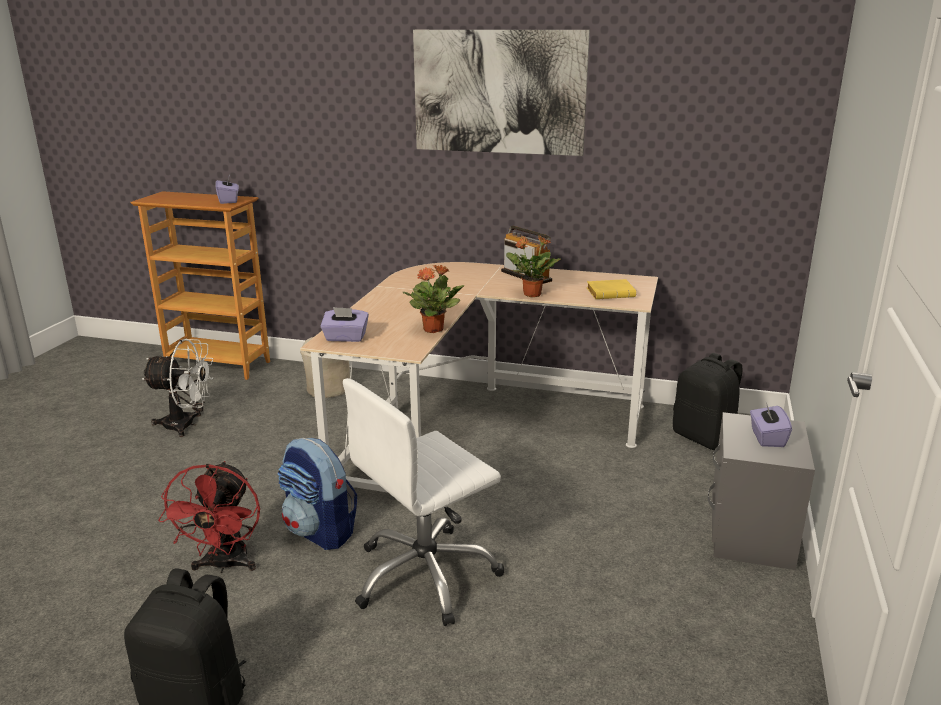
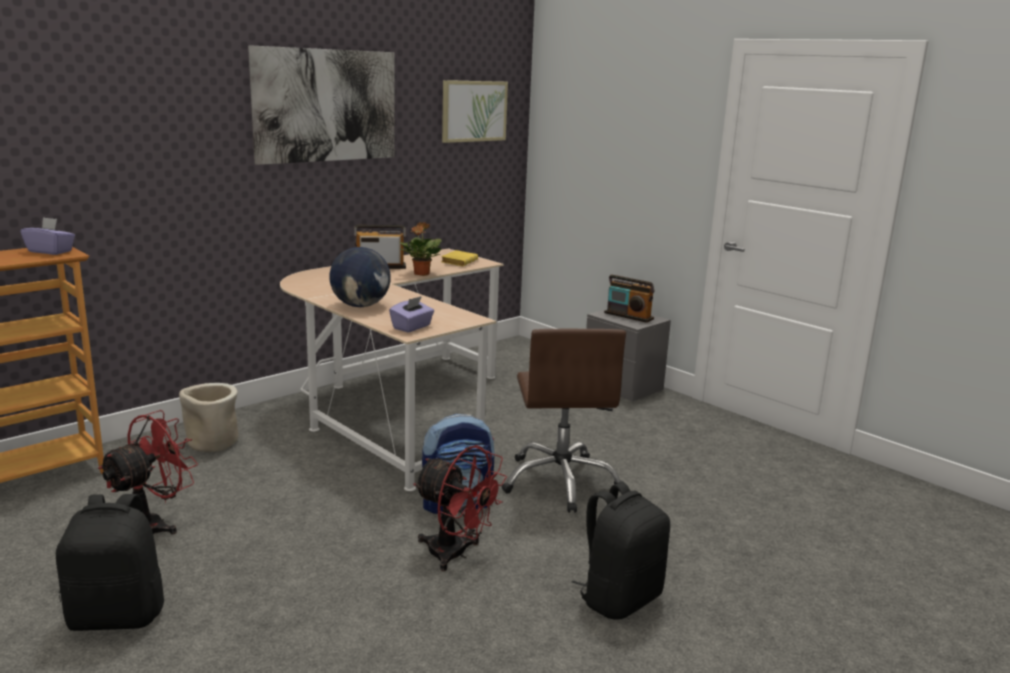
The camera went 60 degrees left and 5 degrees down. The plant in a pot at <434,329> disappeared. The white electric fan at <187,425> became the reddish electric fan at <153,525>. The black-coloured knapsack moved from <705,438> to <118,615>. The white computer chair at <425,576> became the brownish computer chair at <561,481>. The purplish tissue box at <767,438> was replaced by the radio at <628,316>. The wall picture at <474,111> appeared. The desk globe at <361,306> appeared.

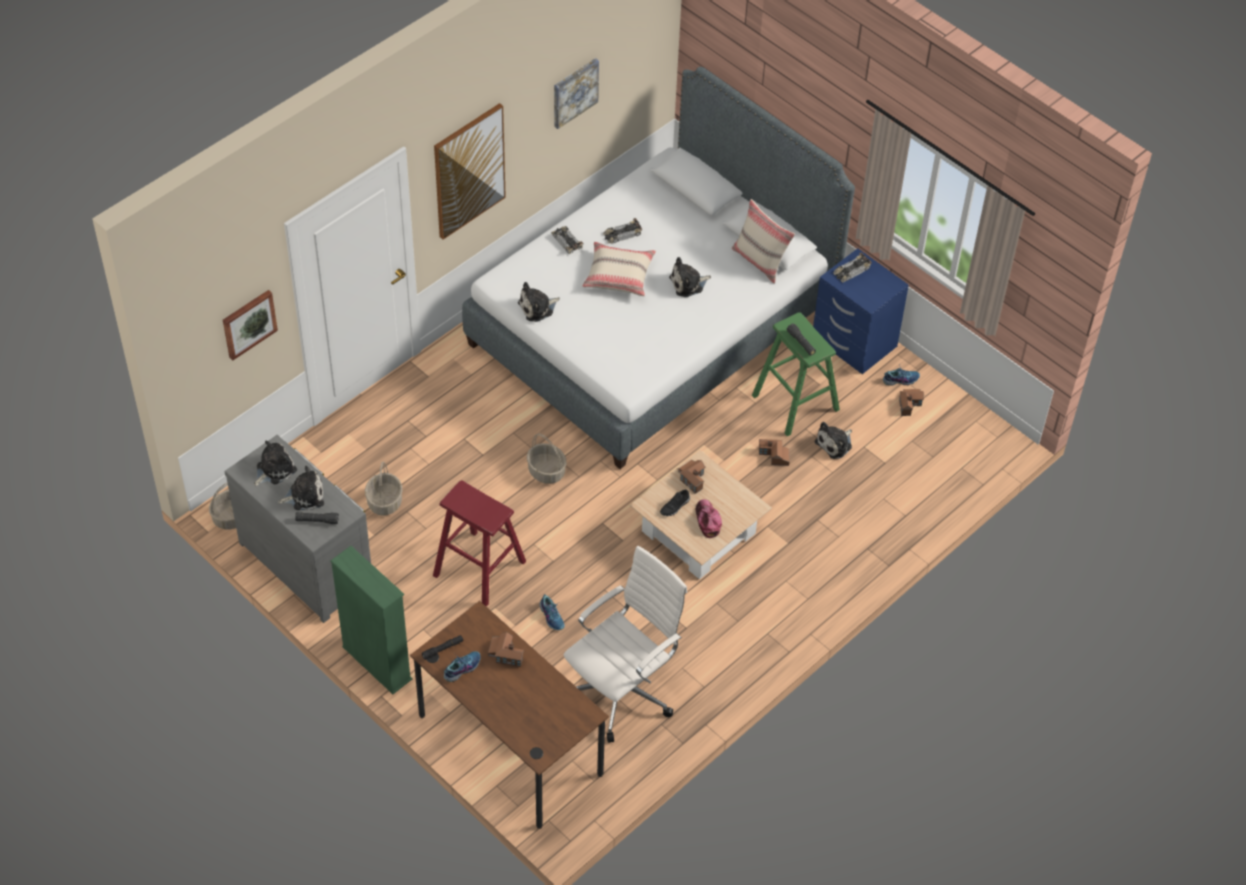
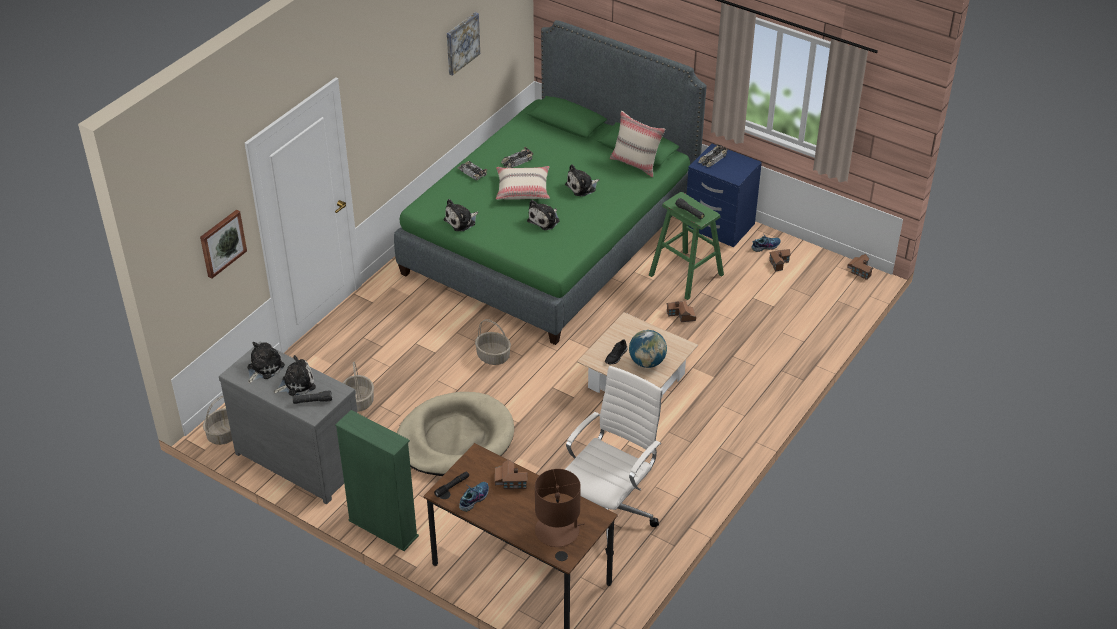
The camera went 10 degrees left and 10 degrees down. The white bed at <652,323> became the green bed at <551,237>. The wall picture at <469,171> disappeared. The plush toy moved from <835,444> to <545,220>. The miniature house moved from <692,478> to <860,270>. The reddish sitting stool at <479,568> was replaced by the beige dog bed at <455,439>. The cap at <707,520> was replaced by the desk globe at <647,362>. The shoe at <552,616> disappeared. The brownish table lamp at <558,530> appeared.

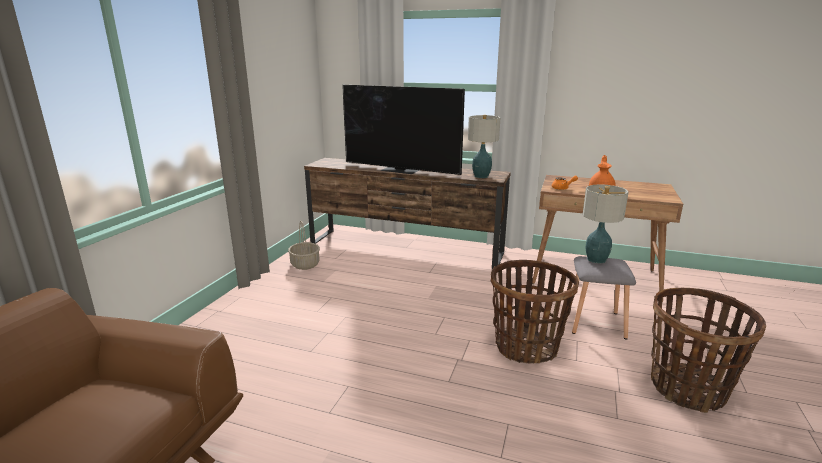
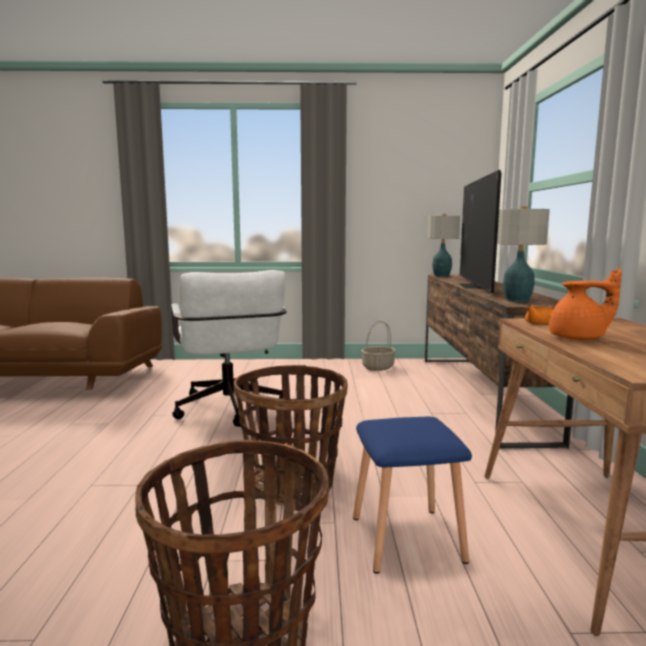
The camera went 70 degrees right and 10 degrees down. The table lamp moved from <596,260> to <441,276>. The grey sitting stool at <594,323> became the blue sitting stool at <405,537>. The white computer chair at <230,411> appeared.

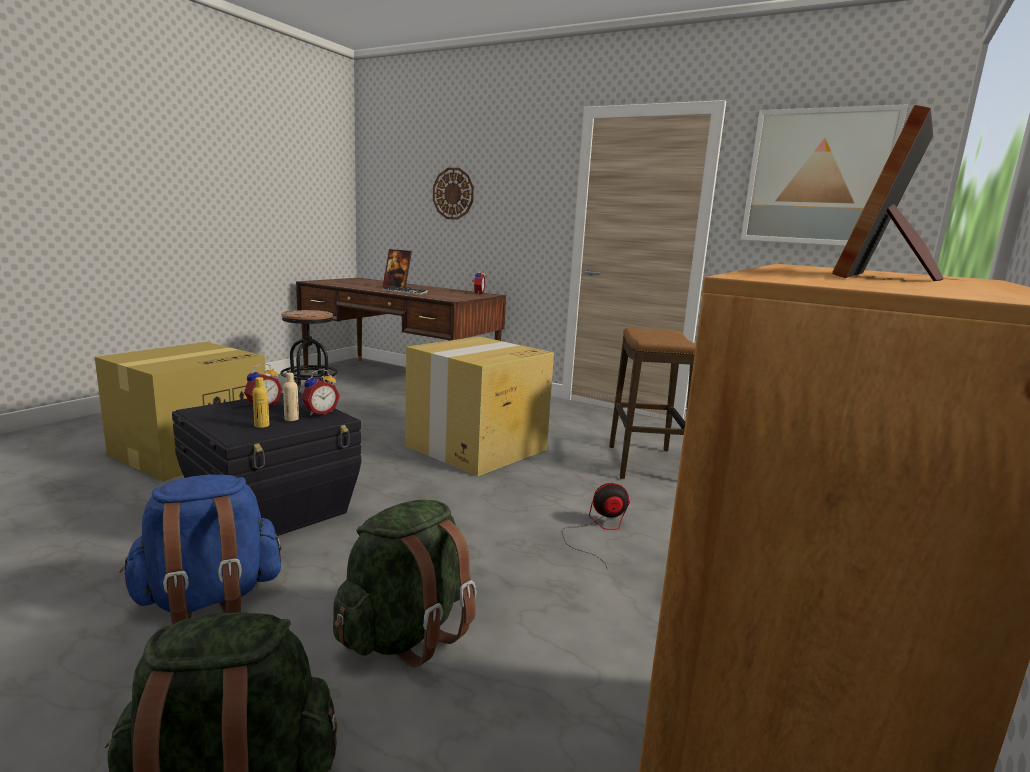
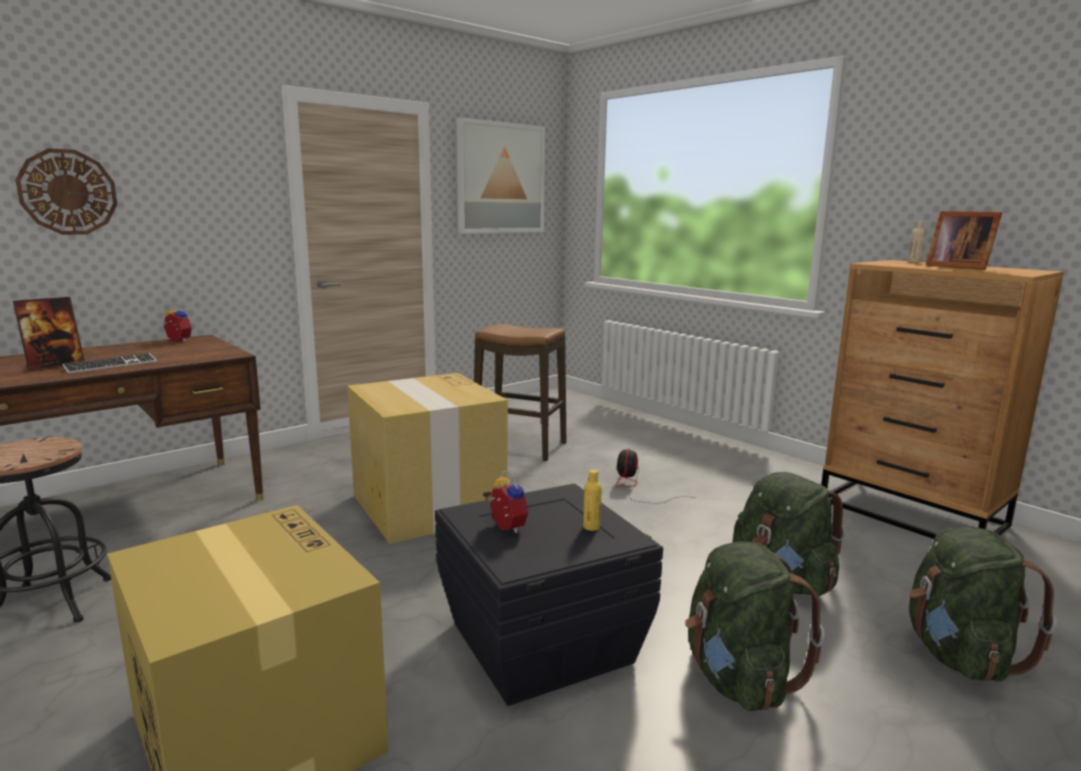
The camera went 70 degrees left and 0 degrees up. The bedside clock at <319,412> disappeared. The beige bottle moved from <291,419> to <914,262>. The blue knapsack at <208,599> became the green knapsack at <738,679>.

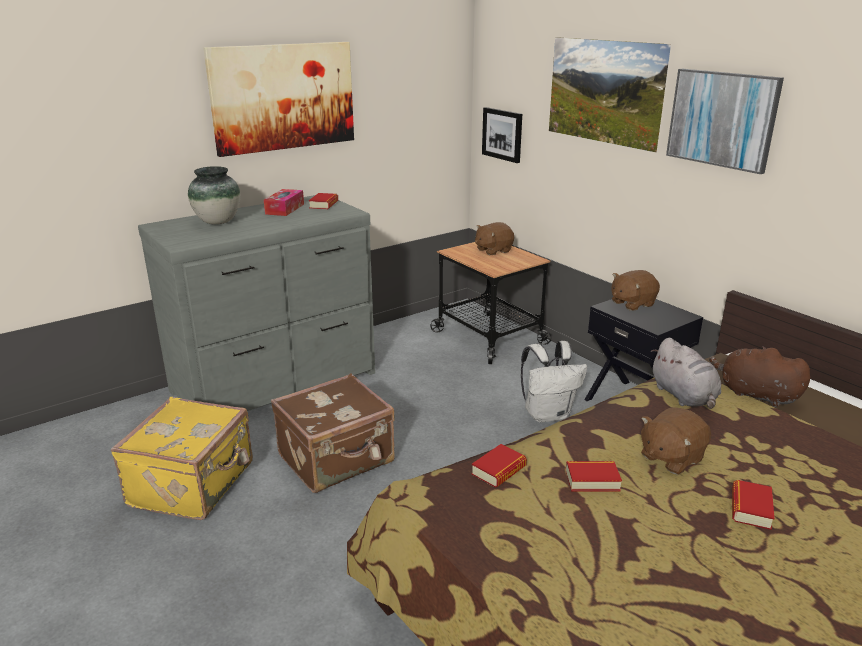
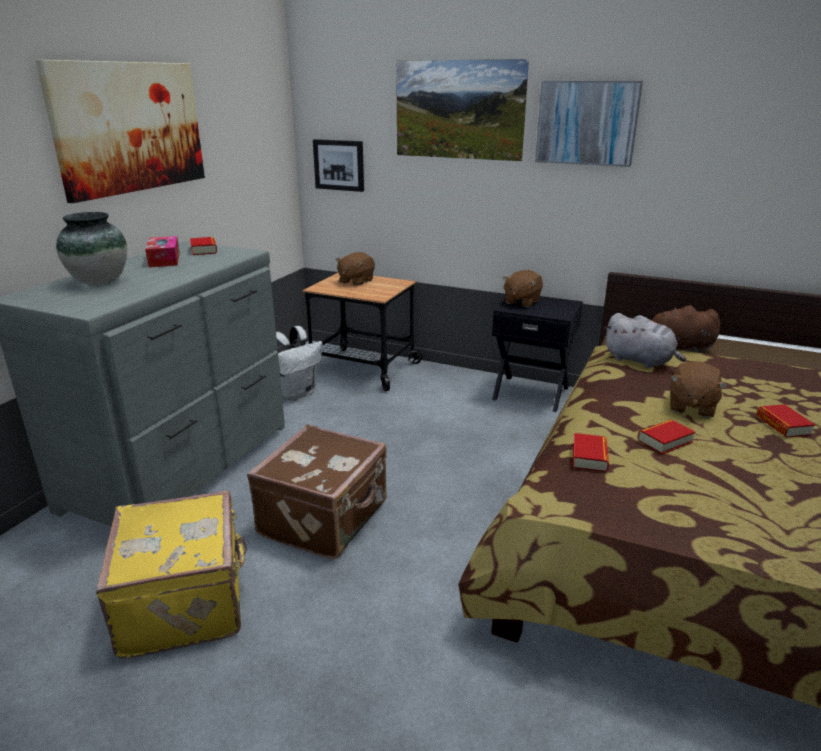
The camera went 30 degrees left and 0 degrees up. The white knapsack moved from <548,414> to <296,393>.

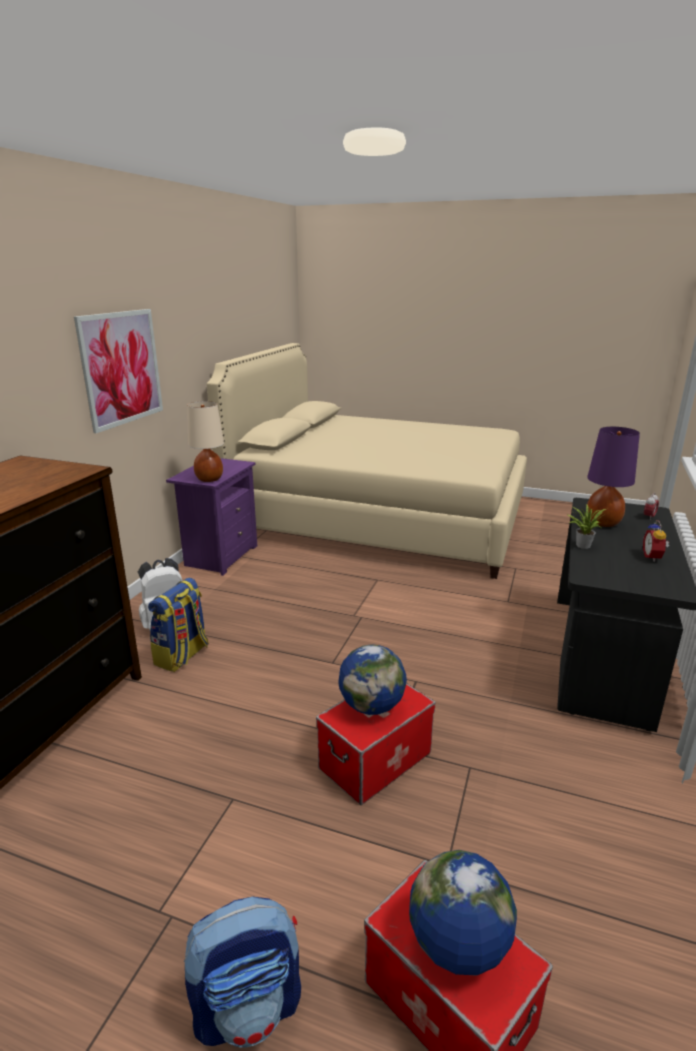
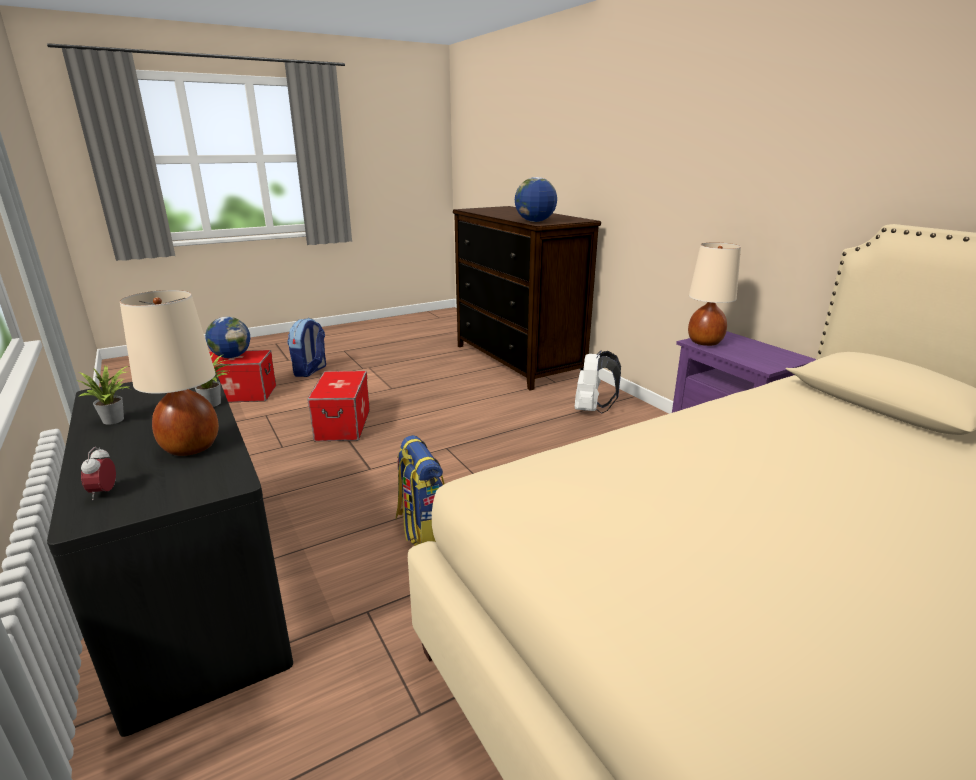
The camera went 130 degrees right and 0 degrees up. The wall picture at <121,368> disappeared. The purplish table lamp at <603,523> became the beige table lamp at <190,447>. The bedside clock at <653,557> was replaced by the plant in a pot at <116,419>. The knapsack moved from <182,656> to <423,529>. The desk globe moved from <371,706> to <535,221>.

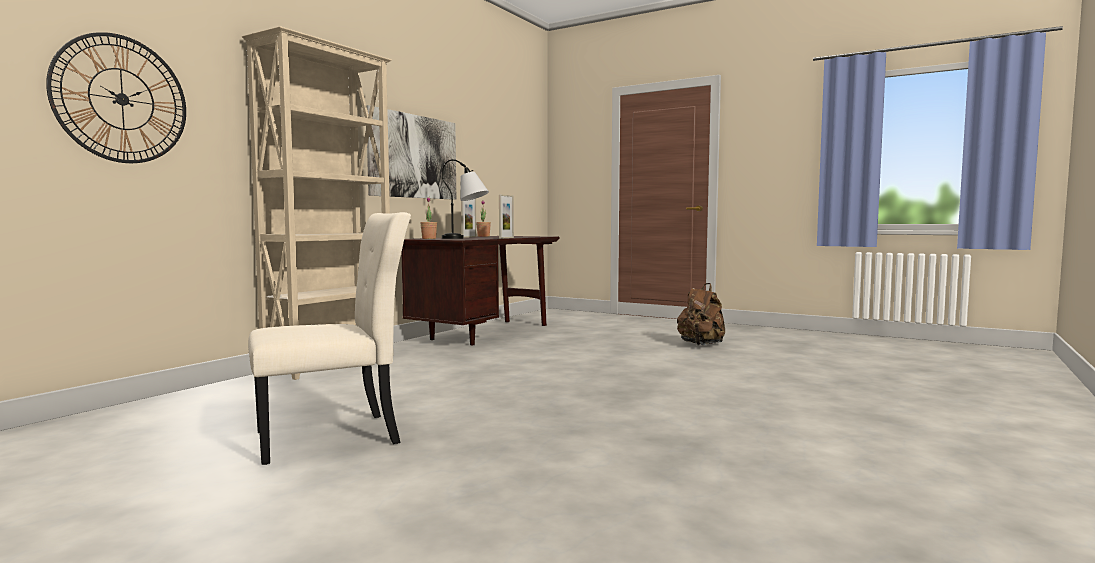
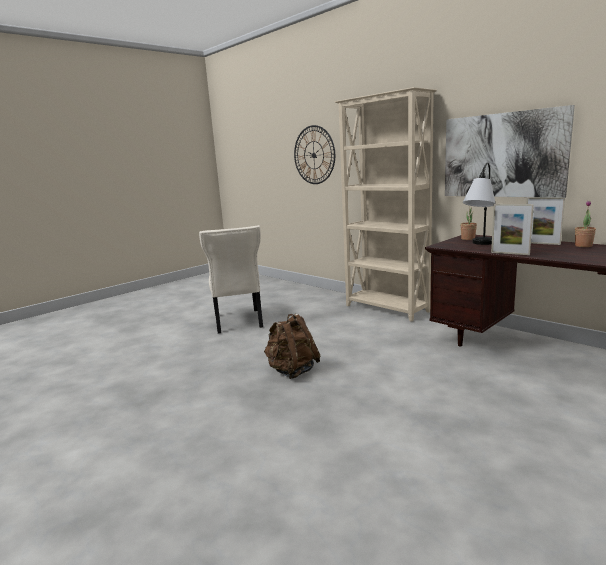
The camera went 105 degrees right and 10 degrees up. The brownish knapsack moved from <701,345> to <292,371>.

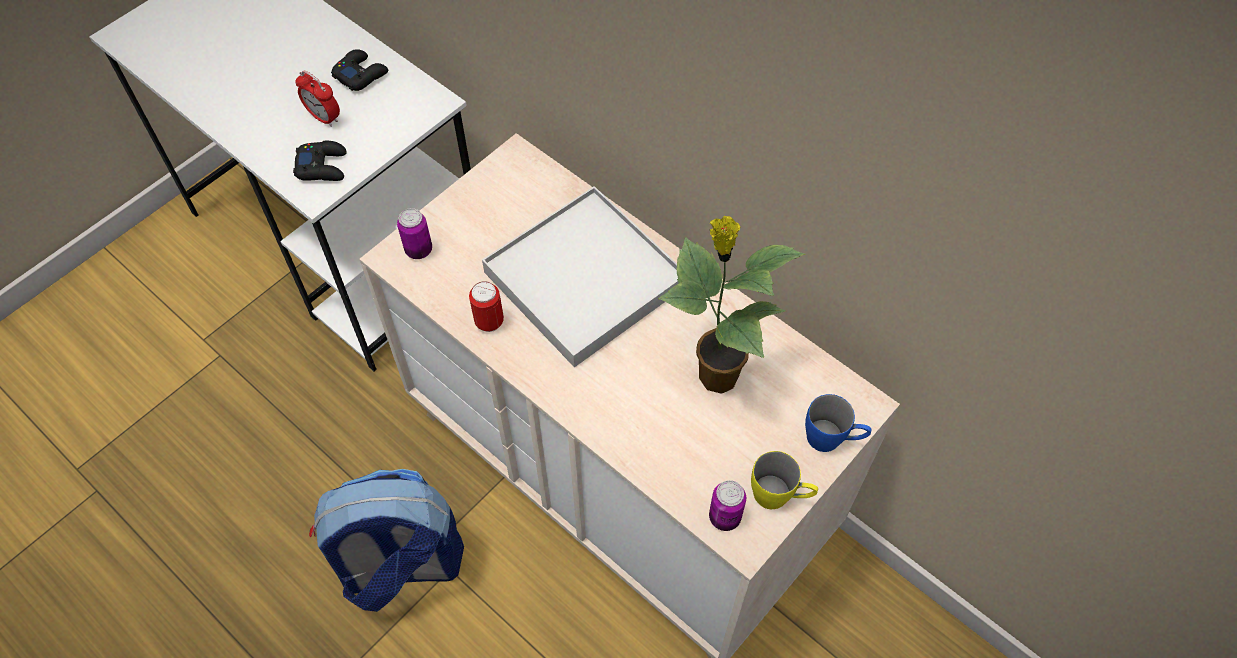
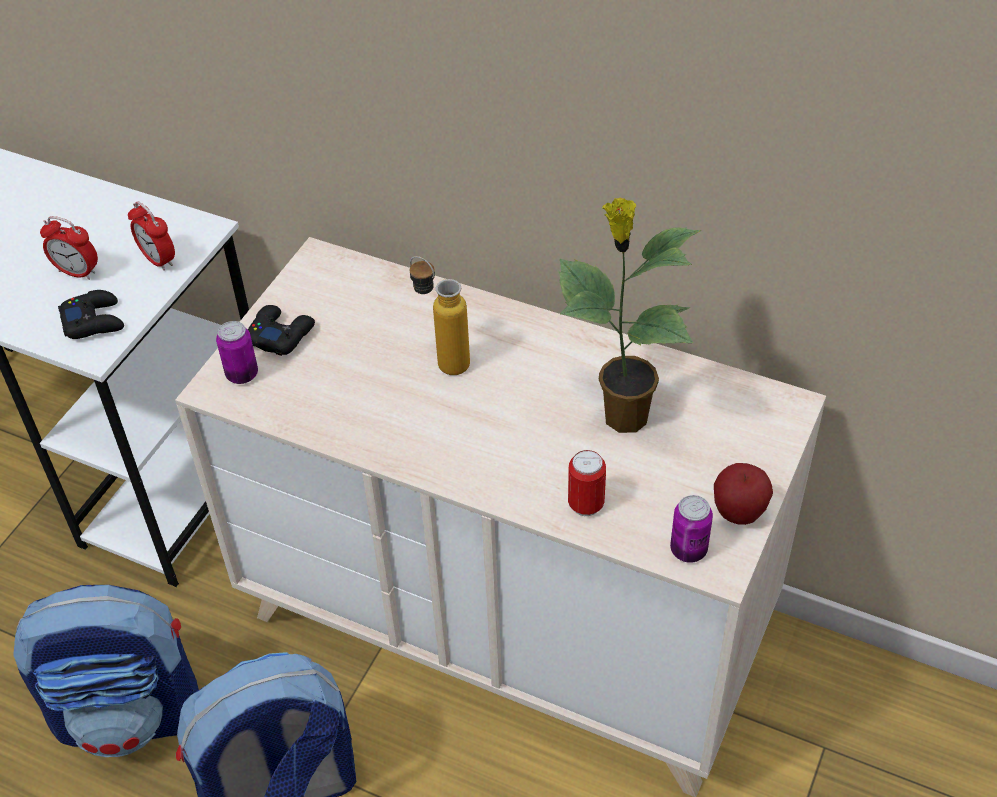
The camera went 15 degrees left and 10 degrees down. The black-coloured game controller moved from <360,74> to <280,335>. The white carrying tray at <584,280> was replaced by the bottle at <442,360>. The metal can moved from <489,322> to <586,504>. The blue mug at <832,439> disappeared. The yellow-coloured mug at <779,496> was replaced by the apple at <738,514>. The bedside clock at <158,260> appeared. The knapsack at <132,713> appeared.

